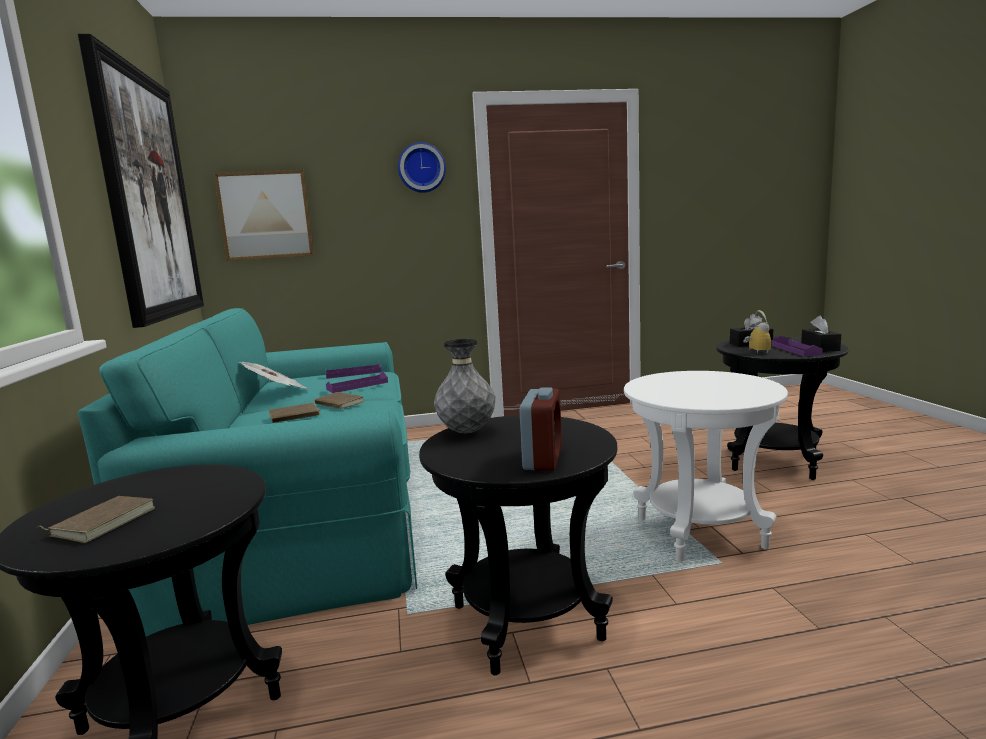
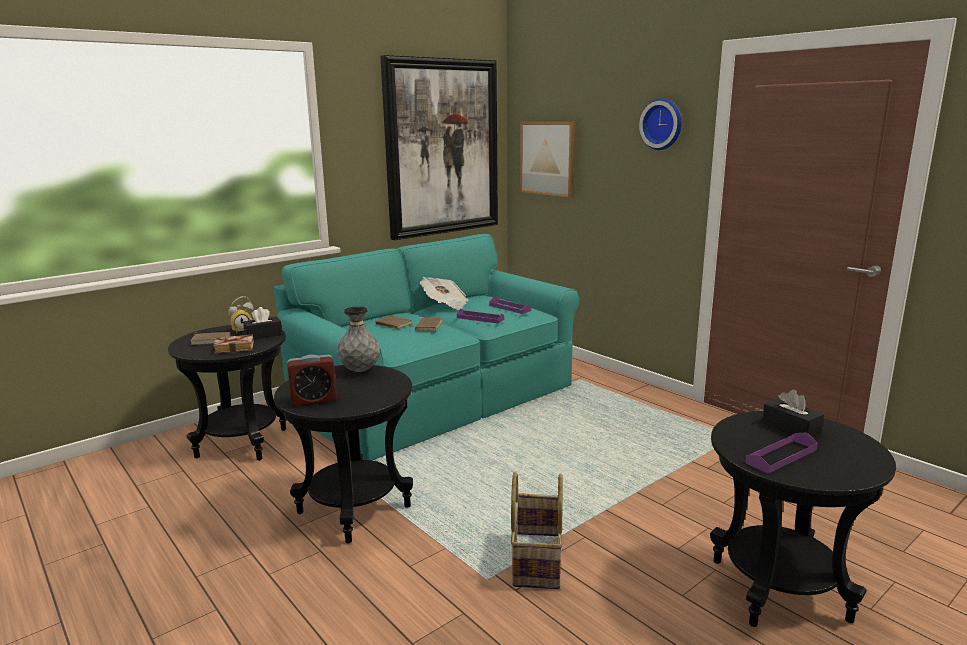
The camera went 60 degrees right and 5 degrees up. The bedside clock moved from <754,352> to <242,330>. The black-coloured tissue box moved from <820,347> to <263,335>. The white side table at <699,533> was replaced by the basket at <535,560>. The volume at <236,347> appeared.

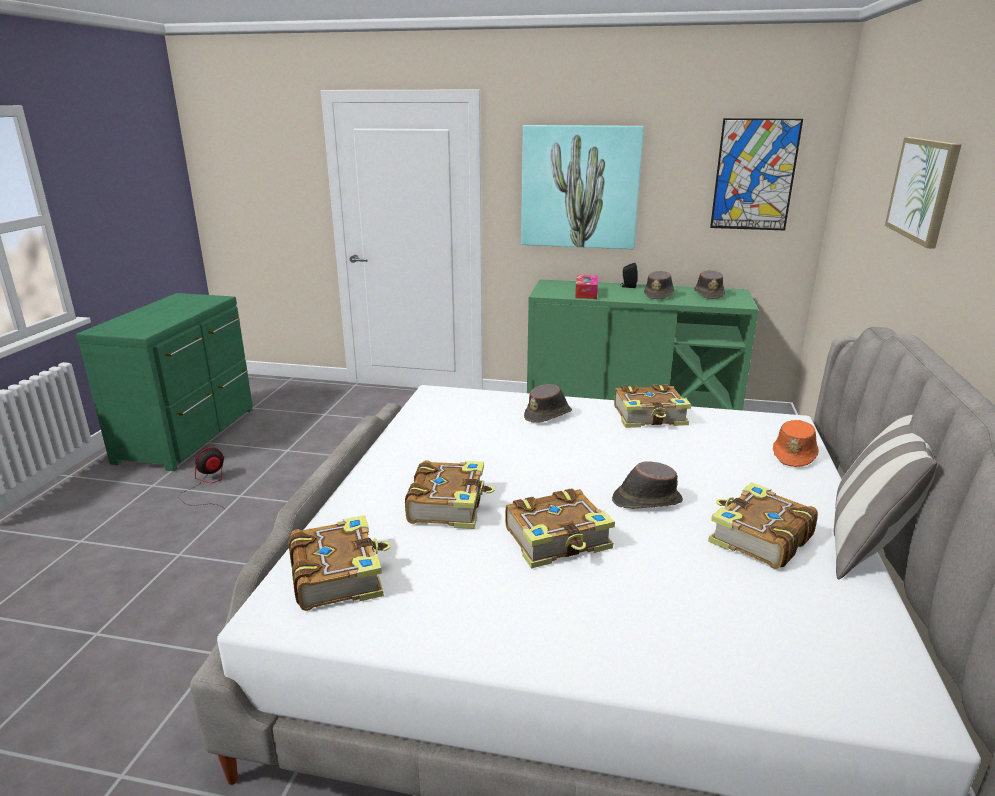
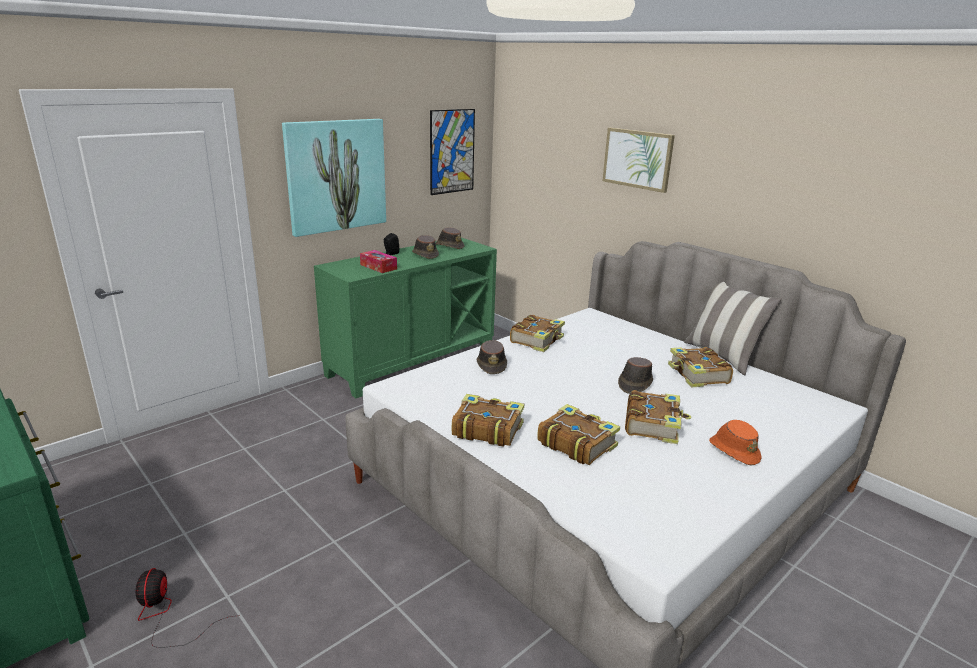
The camera went 55 degrees left and 0 degrees up. The orange wearable hat moved from <794,455> to <733,450>. The volume moved from <338,575> to <486,429>.

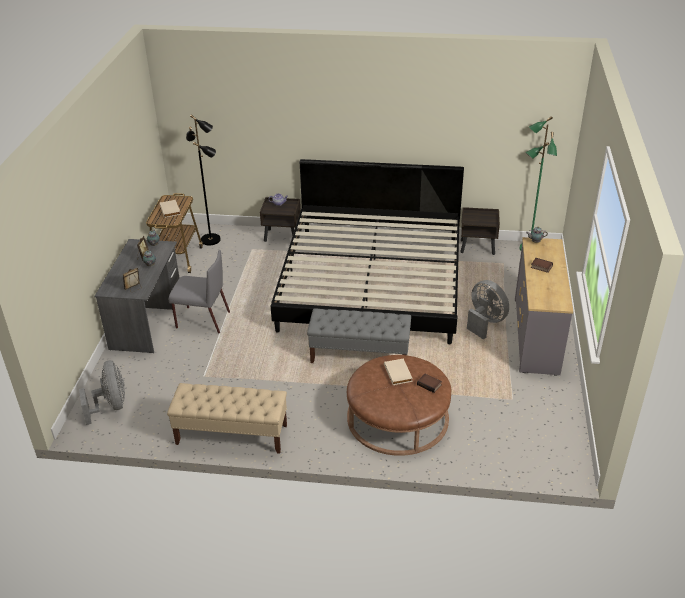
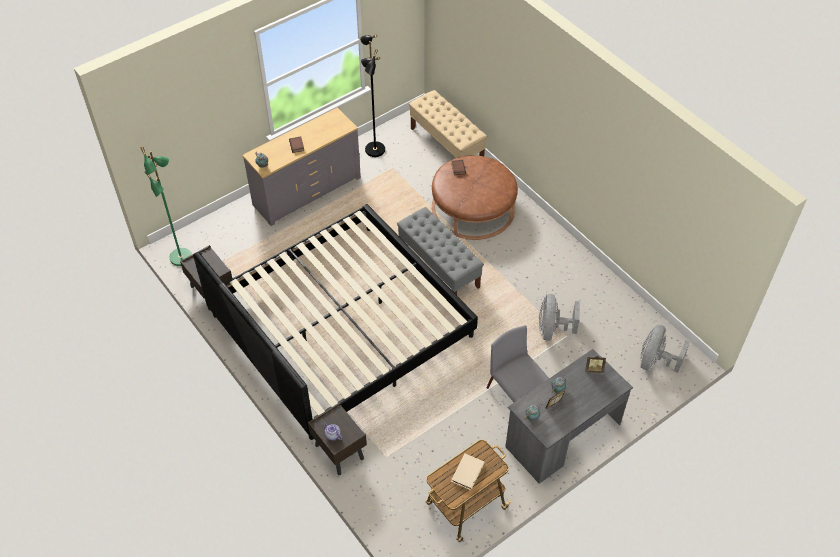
The camera went 135 degrees left and 15 degrees up. The black-coloured standard lamp moved from <211,239> to <374,150>. The grey electric fan moved from <485,322> to <552,329>. The beige volume at <398,373> disappeared. The beige bench moved from <231,434> to <447,145>.

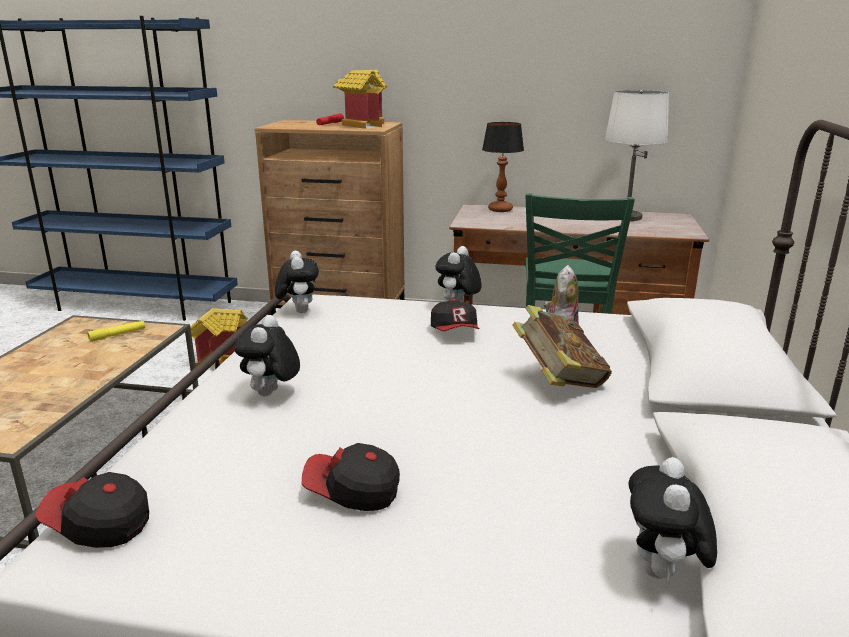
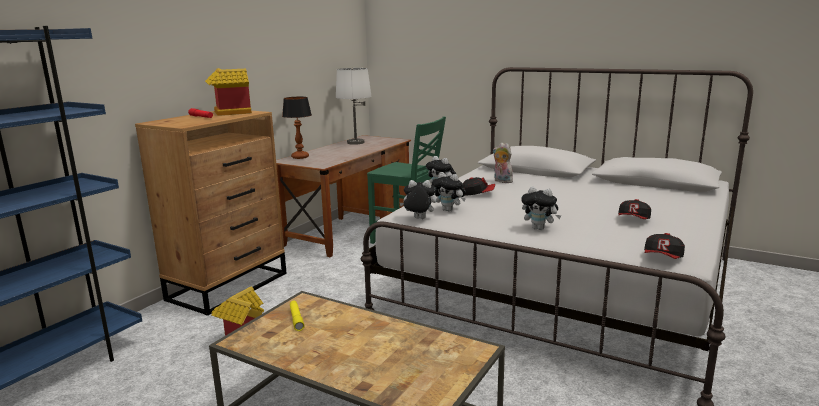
The camera went 70 degrees left and 5 degrees down. The volume at <558,380> disappeared. The plush toy moved from <663,573> to <449,210>.

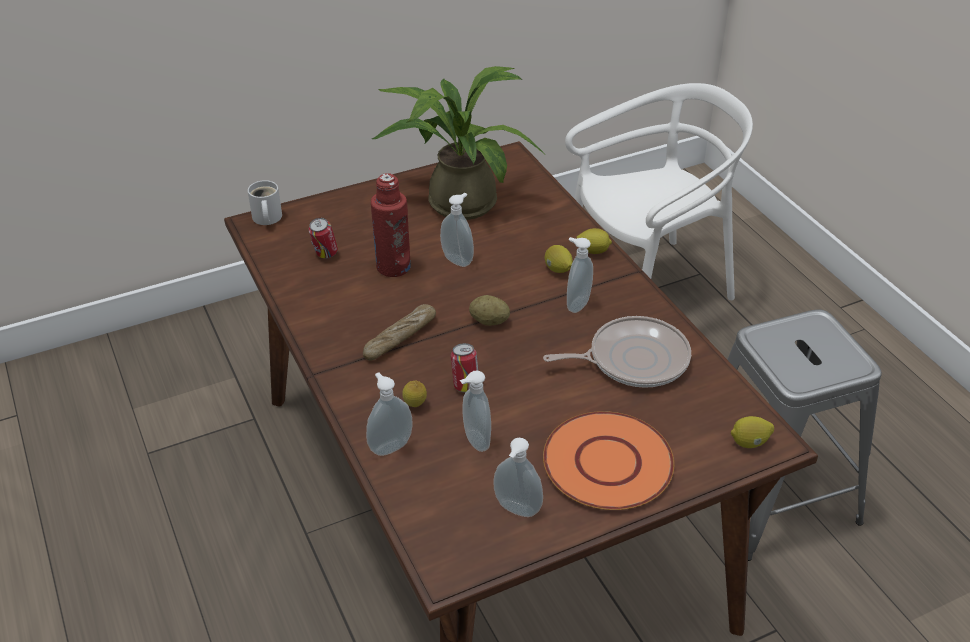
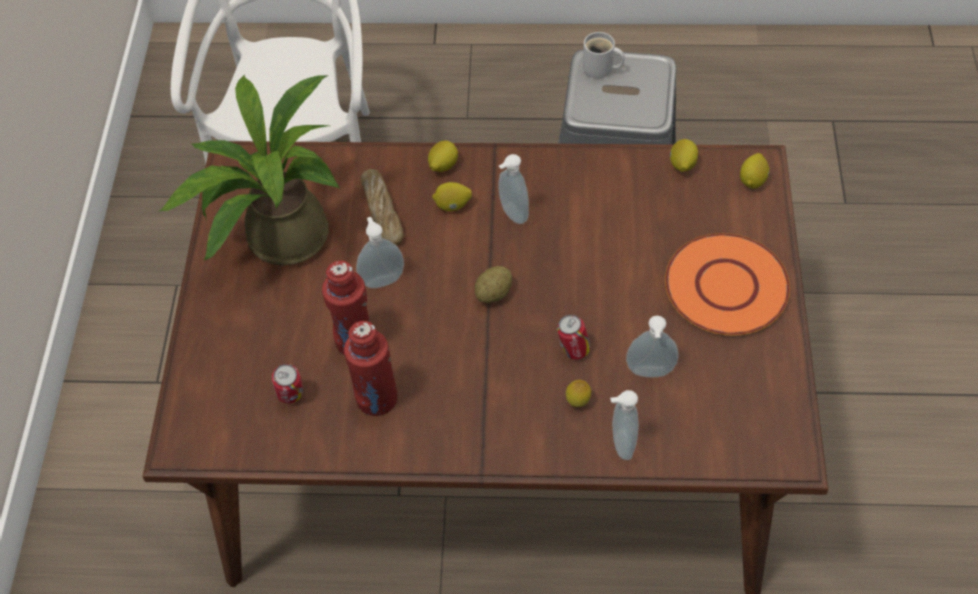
The camera went 60 degrees left and 15 degrees up. The white mug moved from <266,218> to <600,68>. The bakery bread moved from <400,338> to <382,212>. The skillet at <633,359> disappeared. The soap dispenser at <516,510> disappeared. The lemon at <682,165> appeared. The reddish bottle at <376,398> appeared.

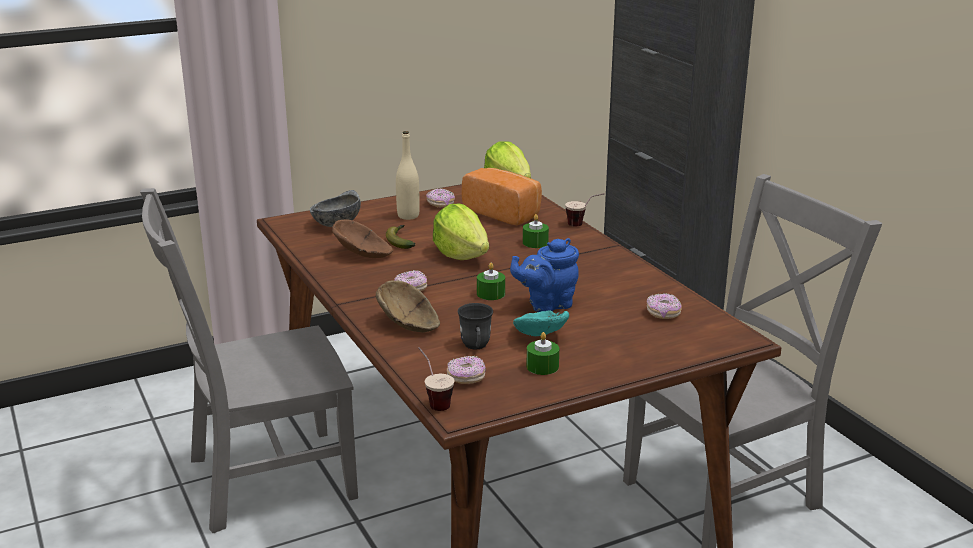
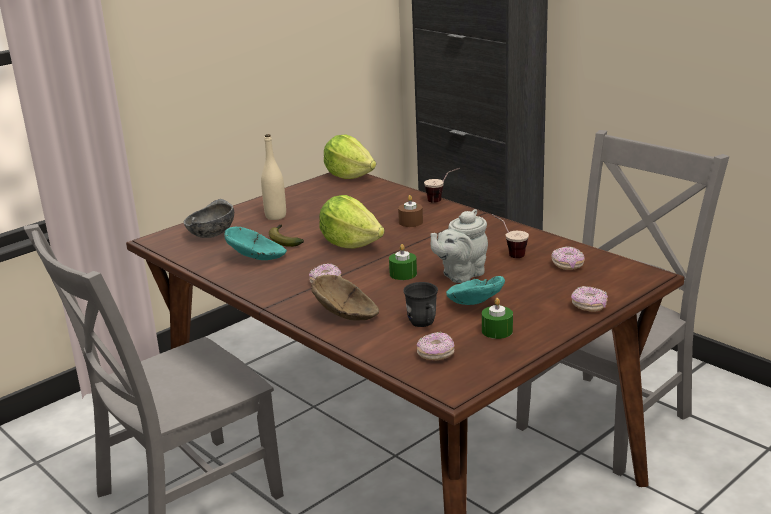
The camera went 15 degrees left and 0 degrees up. The bakery bread at <504,212> disappeared. The donut moved from <440,204> to <589,306>. The green wax light at <535,243> became the brownish wax light at <410,222>. The brownish bowl at <364,255> became the turquoise bowl at <258,258>. The blue tea pot at <547,304> became the grey tea pot at <460,275>. The drinking cup moved from <433,401> to <508,253>.

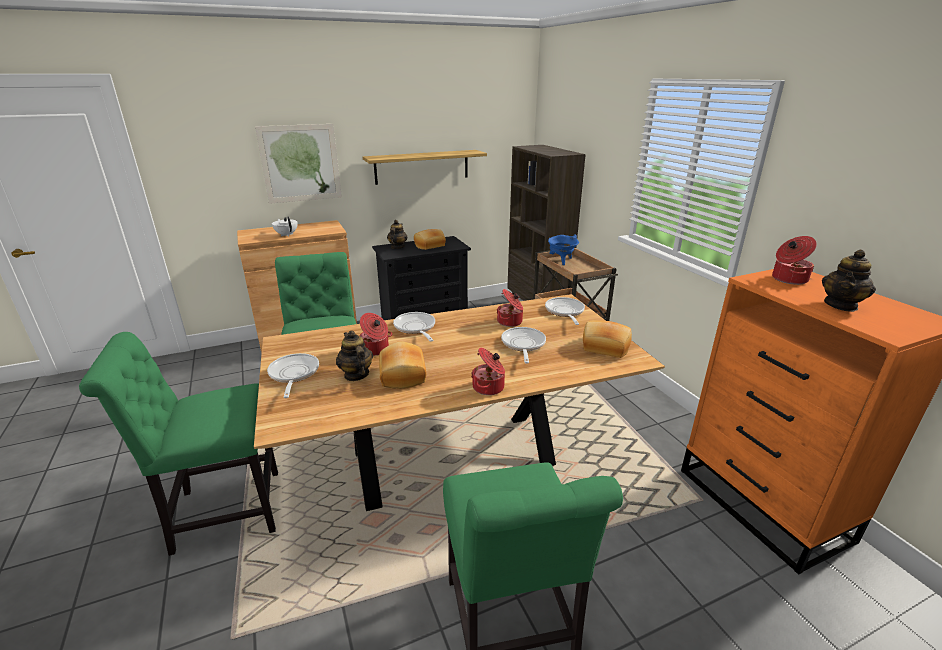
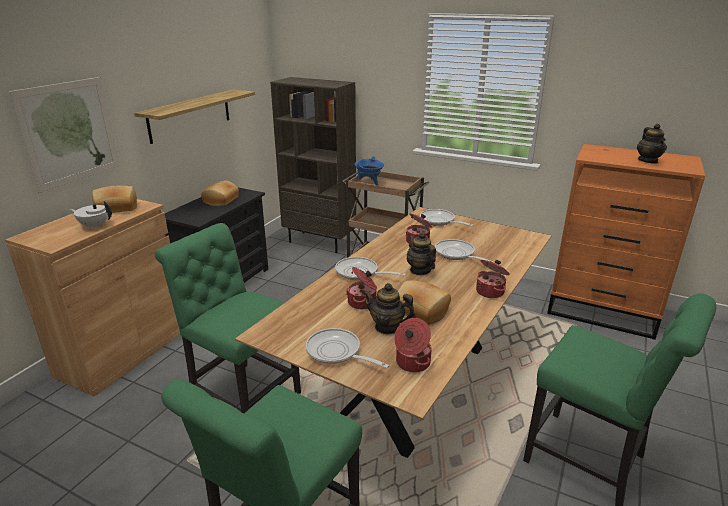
The camera went 40 degrees left and 0 degrees up. The tea pot moved from <397,247> to <420,270>. The cooking pot moved from <788,279> to <412,363>. The bakery bread moved from <605,348> to <116,208>.

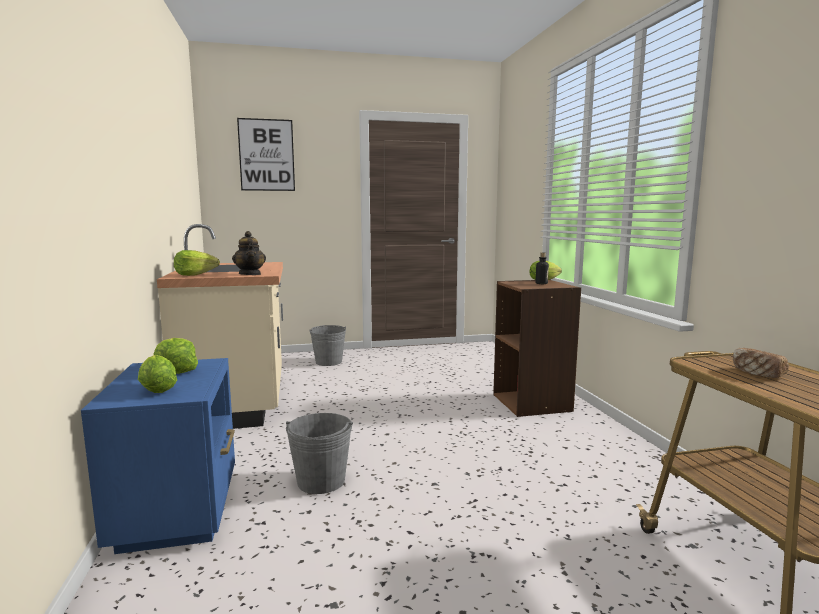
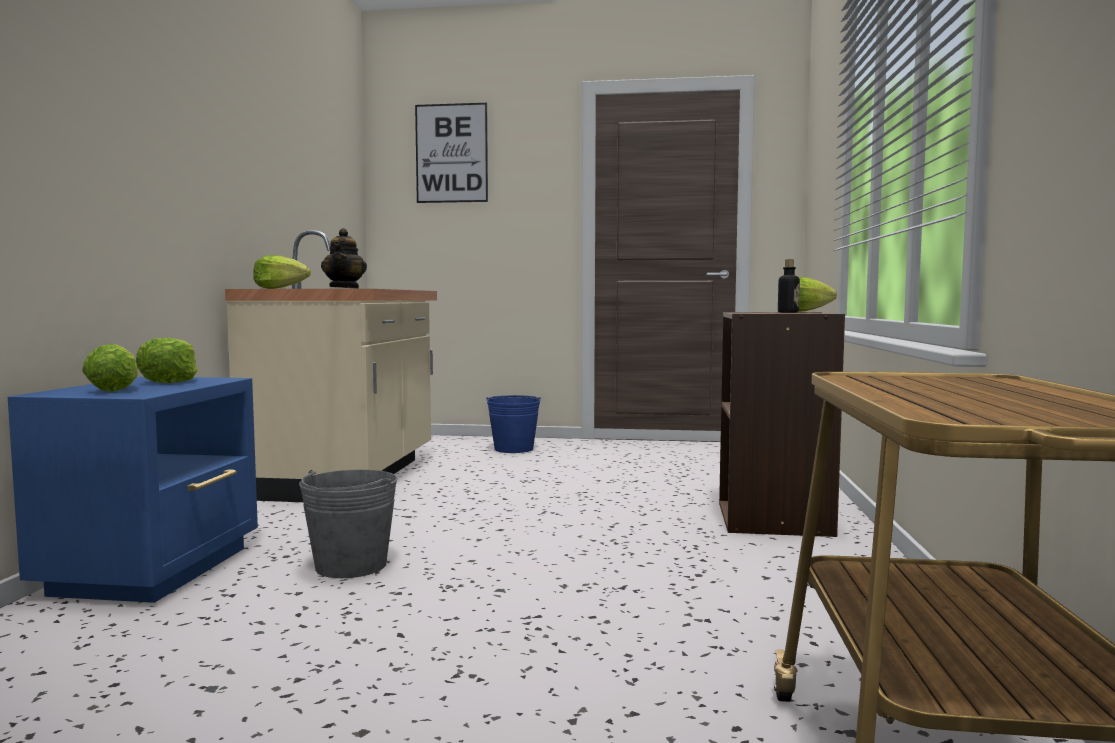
The camera went 20 degrees right and 5 degrees down. The grey bucket at <328,362> became the blue bucket at <513,449>. The bakery bread at <757,373> disappeared.

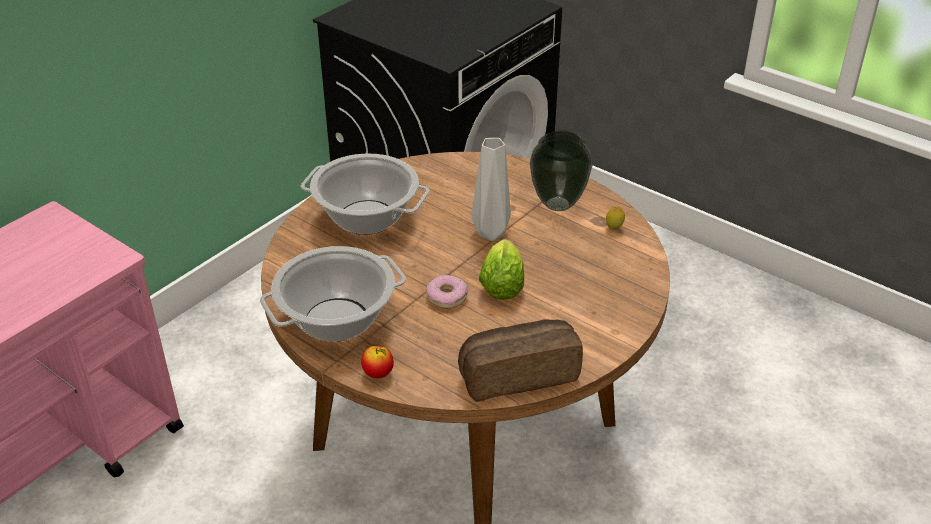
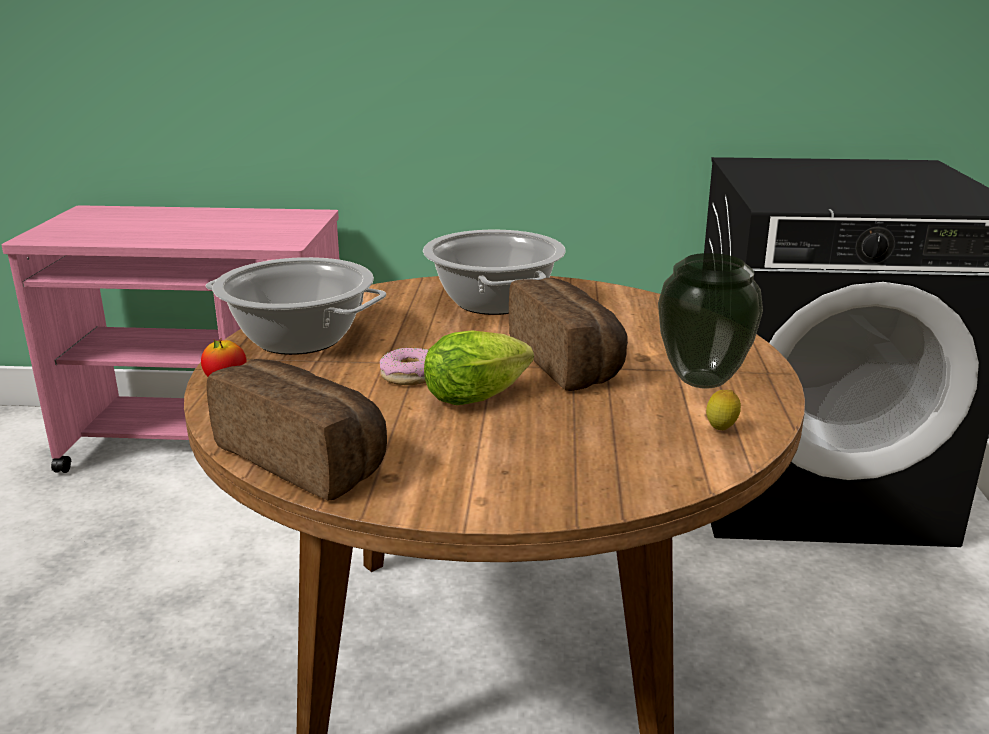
The camera went 55 degrees right and 15 degrees down. The grey decorative vase at <489,233> was replaced by the bakery bread at <569,361>.

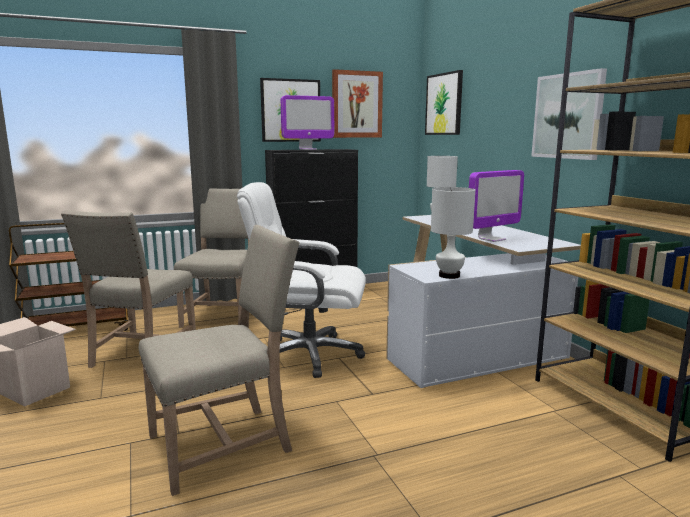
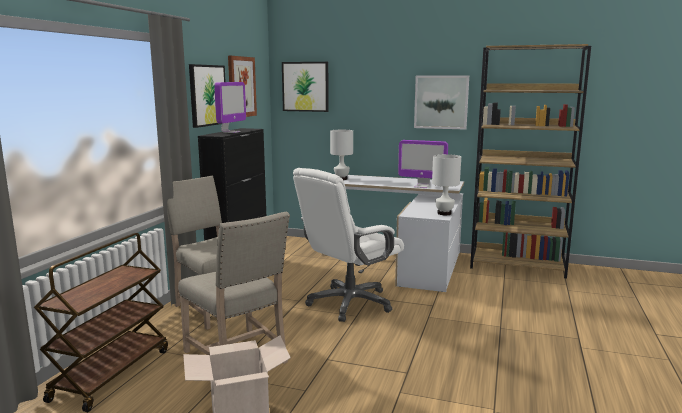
The camera went 50 degrees left and 0 degrees up. The monitor at <491,239> turned 105 degrees clockwise. The beige chair at <224,444> disappeared.

